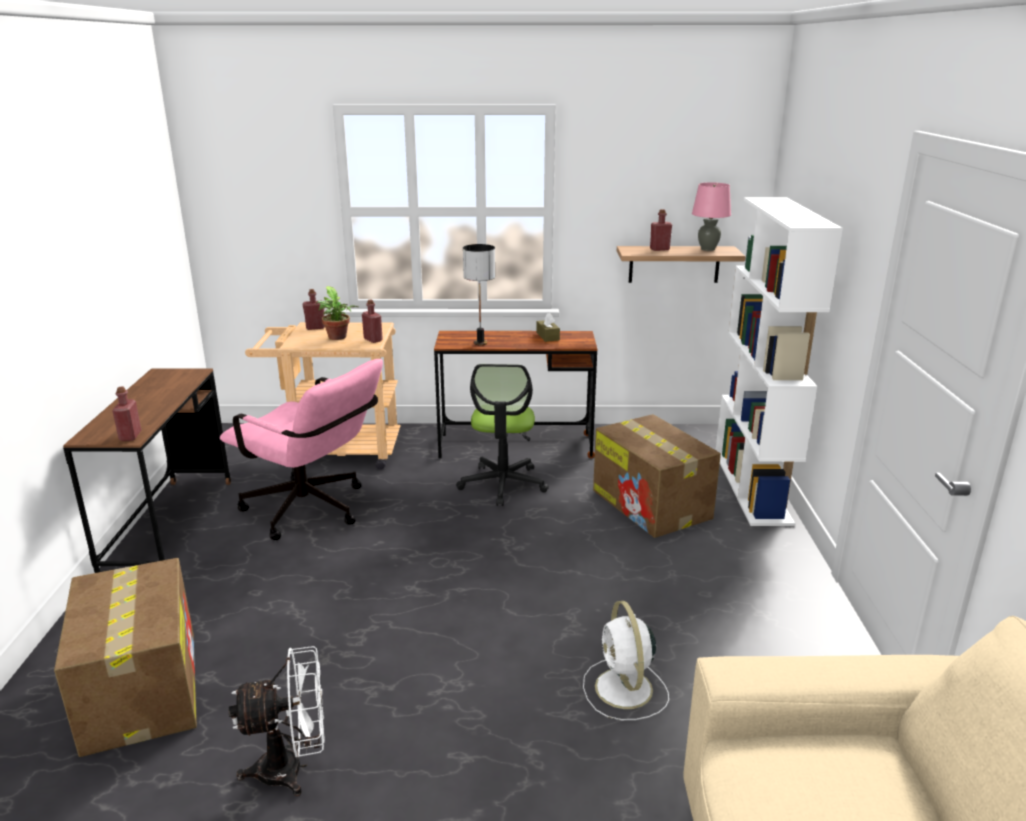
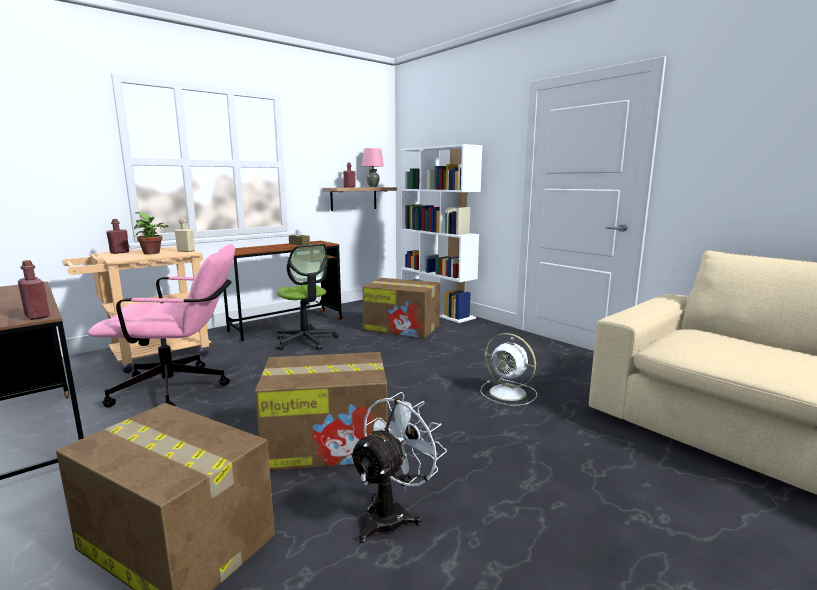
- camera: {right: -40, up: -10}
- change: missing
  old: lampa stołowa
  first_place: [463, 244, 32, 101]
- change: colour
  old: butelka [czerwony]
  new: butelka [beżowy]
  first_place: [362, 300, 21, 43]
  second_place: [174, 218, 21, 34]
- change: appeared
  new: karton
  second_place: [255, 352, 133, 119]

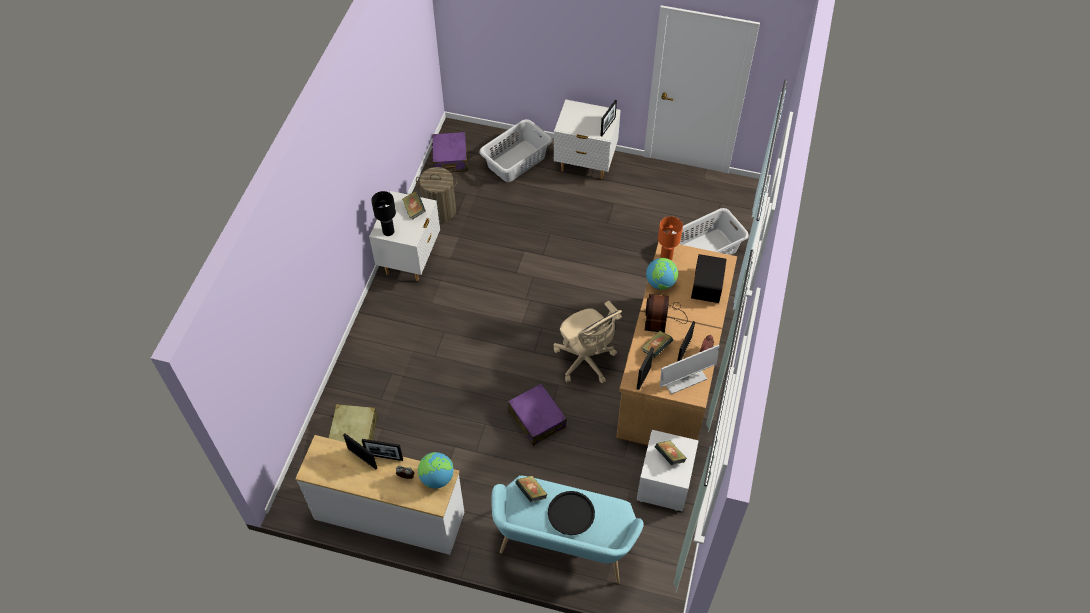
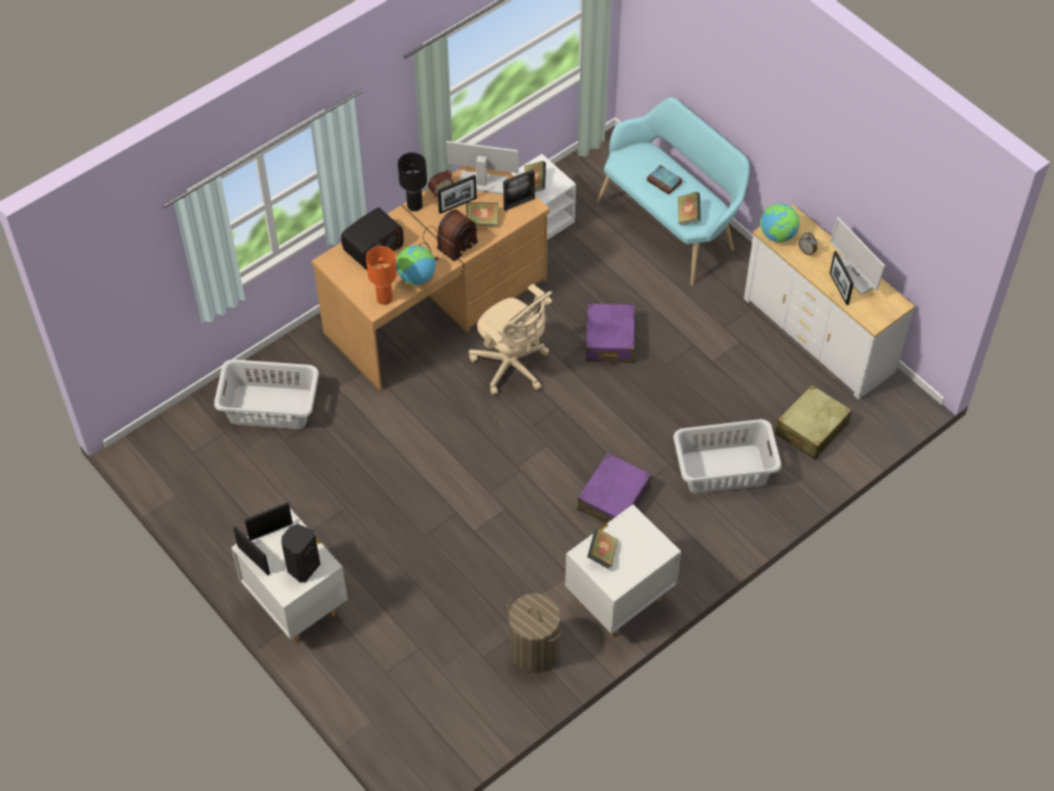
- camera: {right: -145, up: 0}
- change: relocated
  old: kosz na pranie [szary]
  first_place: [479, 119, 74, 63]
  second_place: [673, 419, 108, 75]
- change: relocated
  old: walizka [fioletowy]
  first_place: [431, 132, 37, 40]
  second_place: [577, 453, 74, 70]
- change: relocated
  old: lampa stołowa [czarny]
  first_place: [371, 191, 25, 45]
  second_place: [398, 152, 29, 59]
- change: spun
  old: krzesło biurowe [beżowy]
  first_place: [554, 301, 68, 82]
  second_place: [469, 284, 84, 111]
  degrees: 135
- change: relocated
  old: ramka na zdjęcie
  first_place: [362, 439, 41, 22]
  second_place: [233, 526, 37, 49]
- change: exchanged
  old: taca [czarny]
  new: książka
  first_place: [548, 491, 47, 44]
  second_place: [647, 165, 35, 30]
- change: appeared
  new: monitor
  second_place: [830, 217, 55, 78]
- change: appeared
  new: głośnik [czarny]
  second_place: [281, 524, 39, 59]

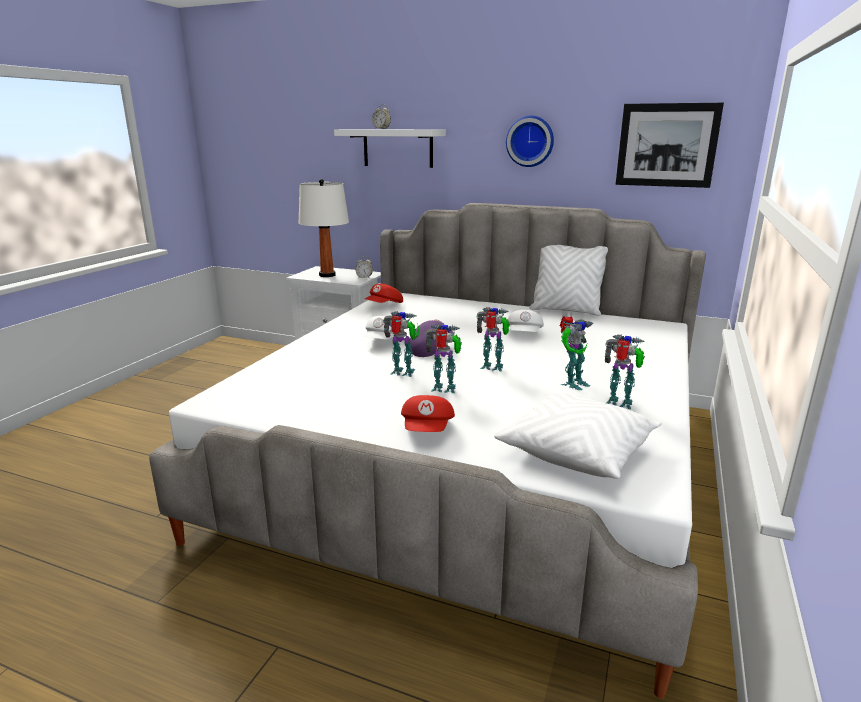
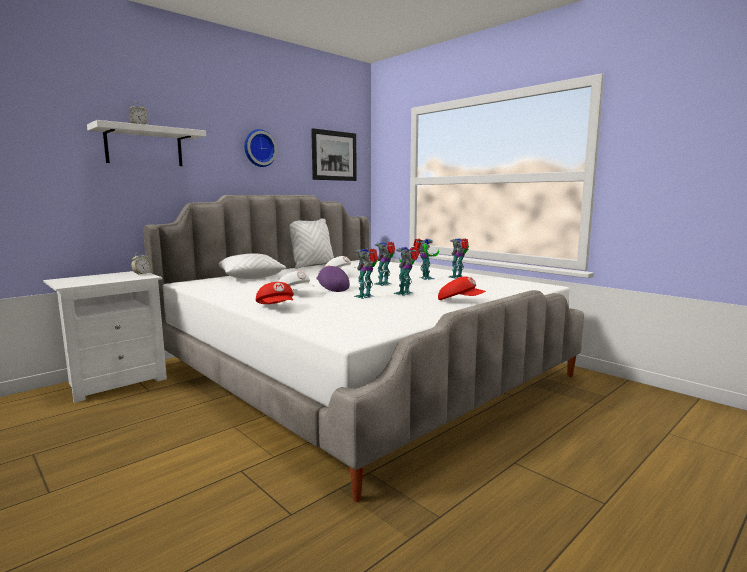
- camera: {right: -65, up: -10}
- change: missing
  old: lampa stołowa [biały]
  first_place: [299, 179, 50, 98]
- change: relocated
  old: czapka z daszkiem [czerwony]
  first_place: [365, 284, 38, 19]
  second_place: [256, 282, 38, 22]
- change: relocated
  old: poduszka [biały]
  first_place: [494, 392, 168, 87]
  second_place: [218, 253, 68, 26]

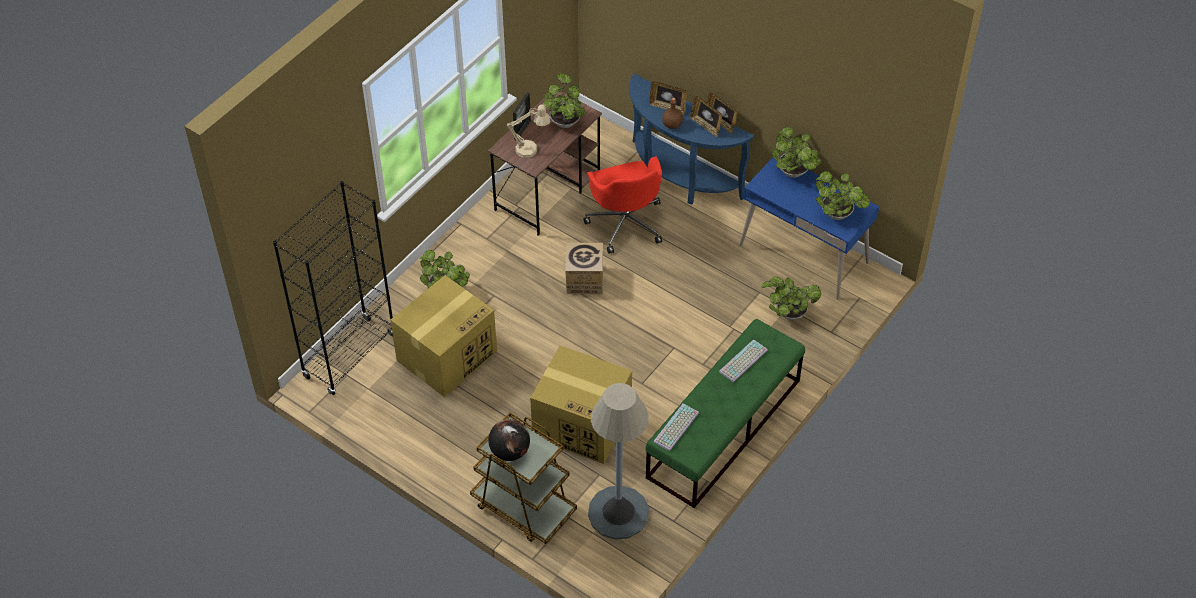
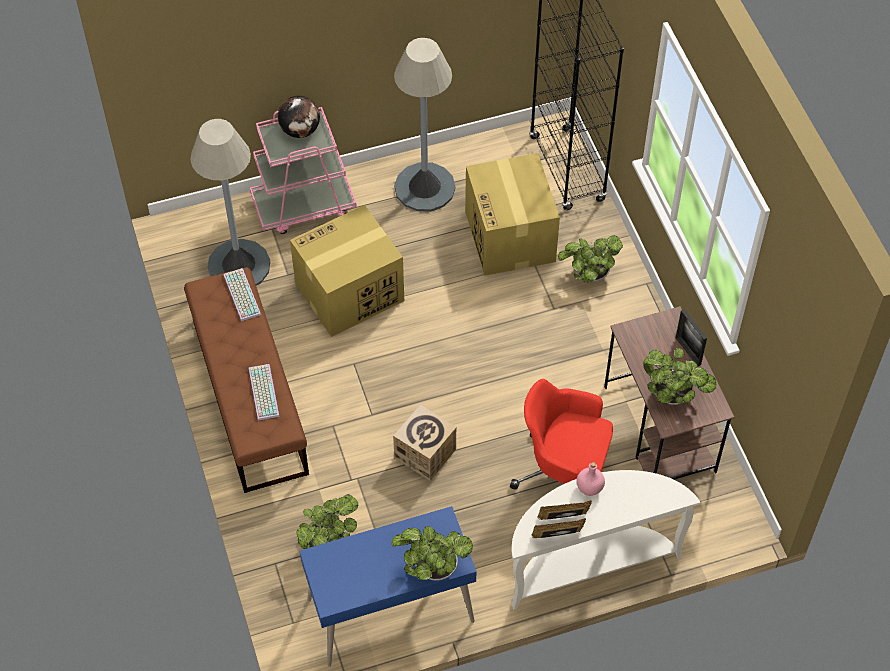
- camera: {right: 125, up: 5}
- change: colour
  old: stolik konsolowy [niebieski]
  new: stolik konsolowy [biały]
  first_place: [629, 74, 125, 131]
  second_place: [511, 470, 189, 140]
- change: missing
  old: ramka na zdjęcie
  first_place: [649, 82, 38, 33]
- change: colour
  old: butelka [brązowy]
  new: butelka [różowy]
  first_place: [662, 98, 21, 31]
  second_place: [576, 462, 29, 34]
- change: missing
  old: lampa stołowa [beżowy]
  first_place: [507, 105, 44, 53]
- change: missing
  old: roślina doniczkowa
  first_place: [816, 171, 54, 49]
- change: relocated
  old: karton
  first_place: [565, 243, 38, 51]
  second_place: [393, 405, 63, 76]
- change: colour
  old: ławka [zielony]
  new: ławka [brązowy]
  first_place: [645, 319, 160, 189]
  second_place: [184, 267, 125, 226]
- change: colour
  old: wózek [brązowy]
  new: wózek [różowy]
  first_place: [470, 412, 107, 132]
  second_place: [250, 107, 107, 127]
- change: appeared
  new: lampa stojąca [szary]
  second_place: [394, 38, 61, 174]

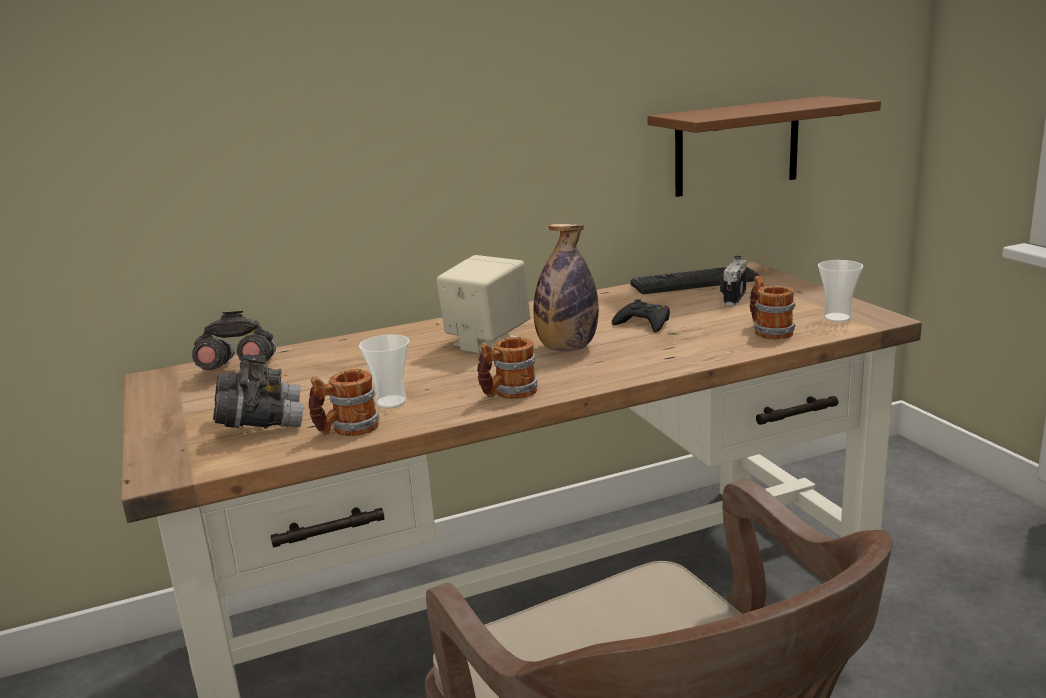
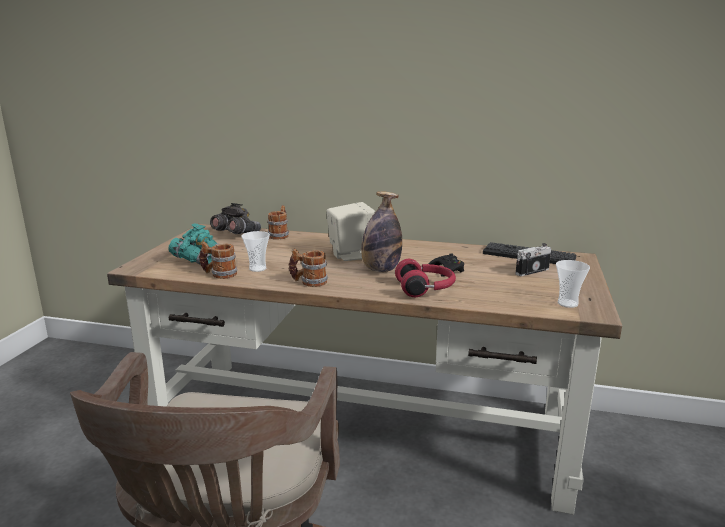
- camera: {right: 35, up: 0}
- change: missing
  old: półka [brązowy]
  first_place: [648, 96, 233, 101]
- change: relocated
  old: kubek
  first_place: [750, 276, 46, 63]
  second_place: [267, 205, 22, 35]
- change: colour
  old: lornetka [szary]
  new: lornetka [turkusowy]
  first_place: [213, 354, 90, 74]
  second_place: [168, 223, 51, 42]
- change: appeared
  new: słuchawki [czerwony]
  second_place: [395, 259, 61, 38]

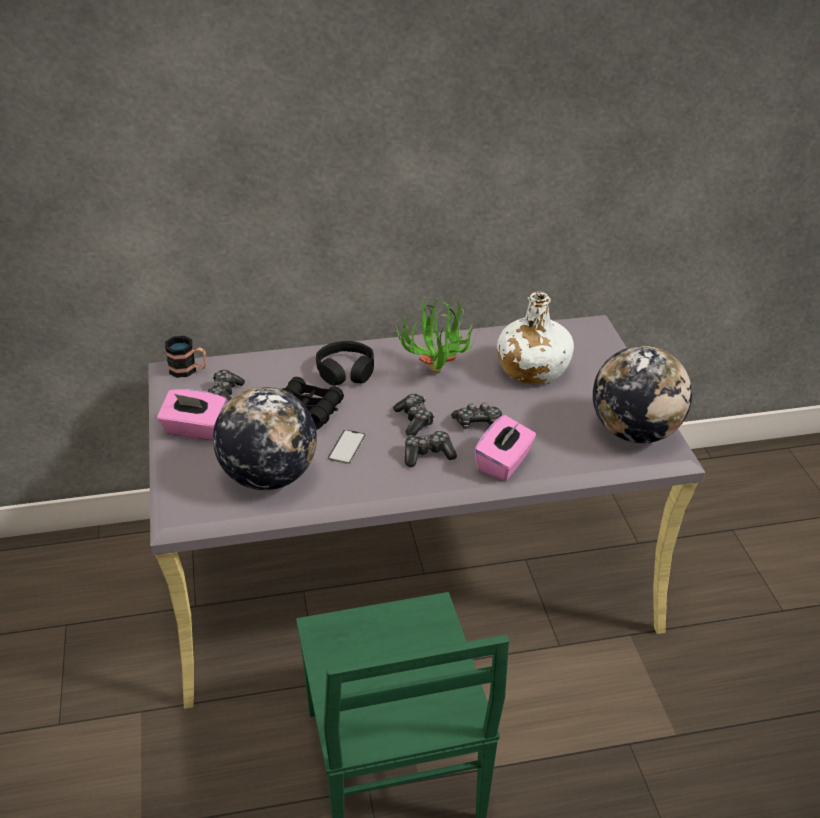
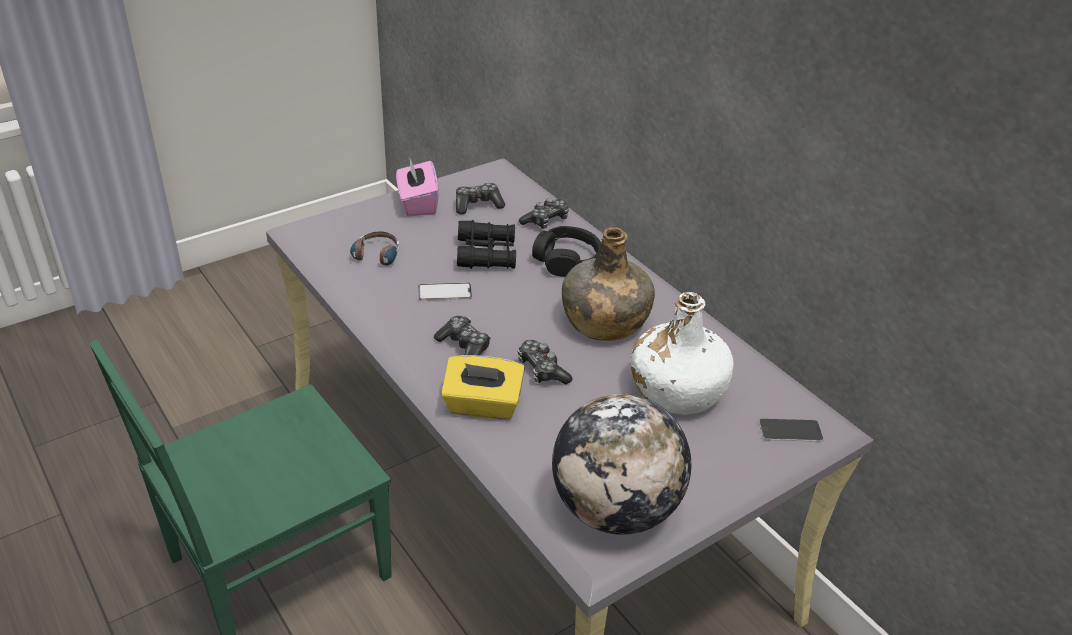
- camera: {right: 65, up: 0}
- change: exchanged
  old: roślina doniczkowa
  new: butelka [zielony]
  first_place: [396, 297, 82, 76]
  second_place: [562, 227, 93, 114]
- change: missing
  old: kubek
  first_place: [165, 336, 41, 42]
- change: exchanged
  old: globus
  new: słuchawki
  first_place: [213, 387, 104, 103]
  second_place: [349, 232, 50, 34]
- change: relocated
  old: pad do gier
  first_place: [393, 394, 41, 42]
  second_place: [519, 198, 50, 31]
- change: colour
  old: pudełko chusteczek [różowy]
  new: pudełko chusteczek [żółty]
  first_place: [474, 415, 62, 66]
  second_place: [441, 355, 84, 65]
- change: appeared
  new: telefon
  second_place: [759, 419, 65, 23]

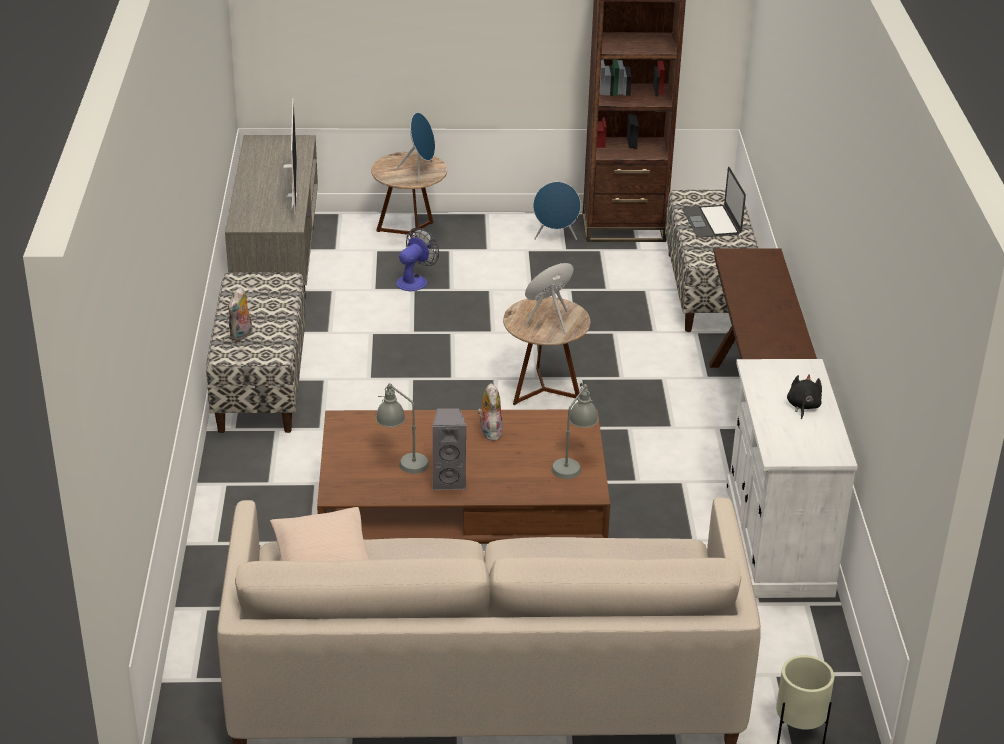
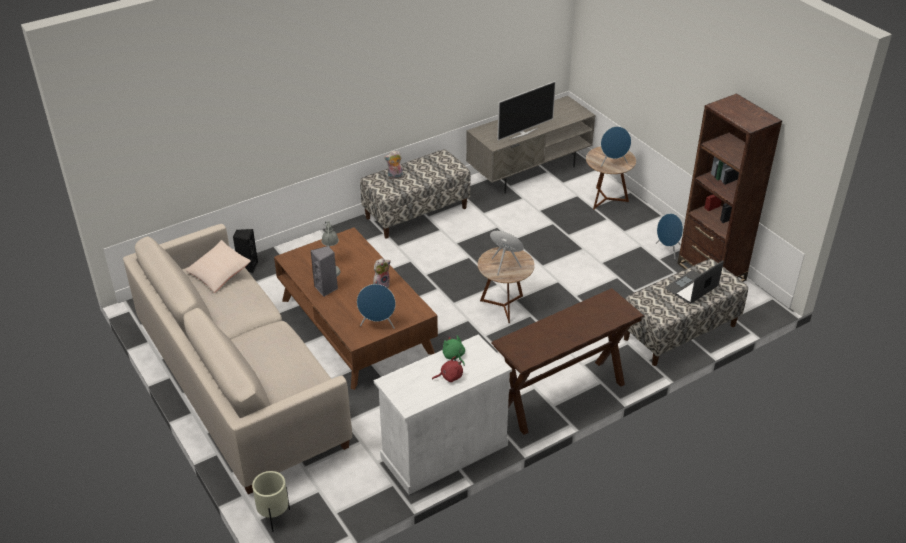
- camera: {right: 60, up: 5}
- change: missing
  old: wentylator
  first_place: [396, 228, 43, 63]
- change: colour
  old: pluszak [czarny]
  new: pluszak [czerwony]
  first_place: [787, 374, 35, 46]
  second_place: [432, 356, 31, 26]
- change: exchanged
  old: lampa stołowa [szary]
  new: głośnik [niebieski]
  first_place: [551, 383, 47, 96]
  second_place: [357, 284, 39, 45]
- change: appeared
  new: głośnik [czarny]
  second_place: [233, 229, 25, 44]
- change: appeared
  new: pluszak [zielony]
  second_place: [442, 335, 23, 31]

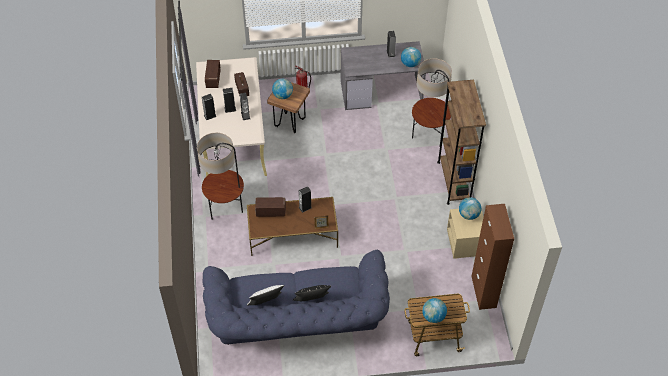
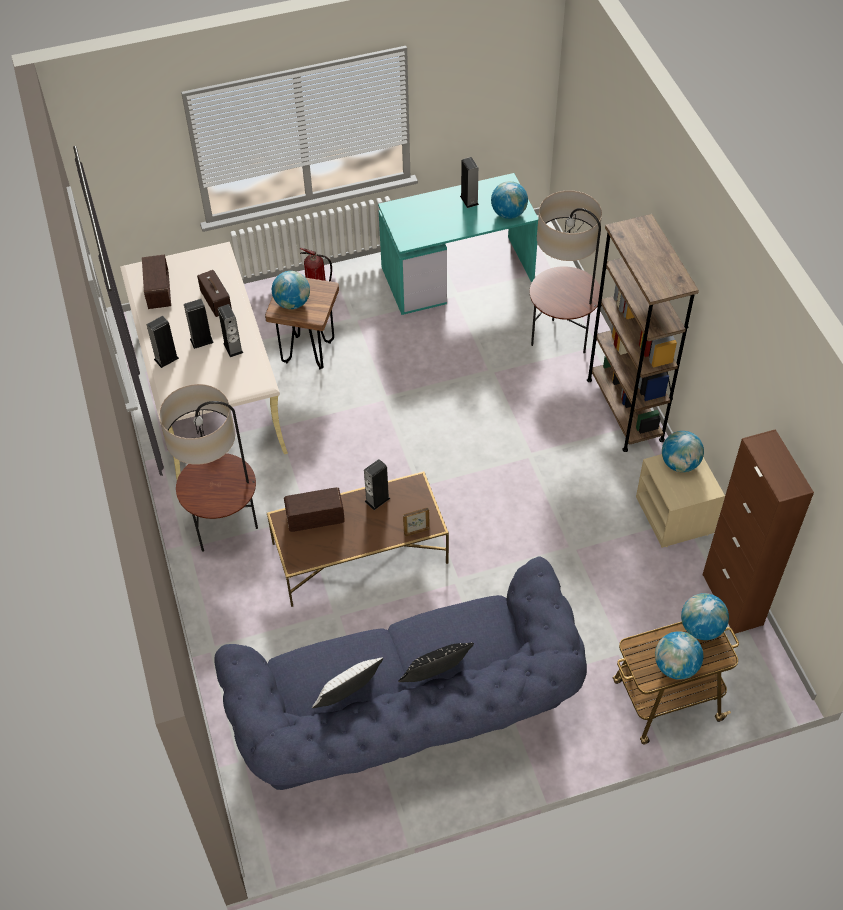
- camera: {right: -10, up: 0}
- change: colour
  old: biurko [szary]
  new: biurko [turkusowy]
  first_place: [341, 41, 85, 69]
  second_place: [378, 173, 160, 142]
- change: appeared
  new: globus
  second_place: [681, 593, 48, 47]

